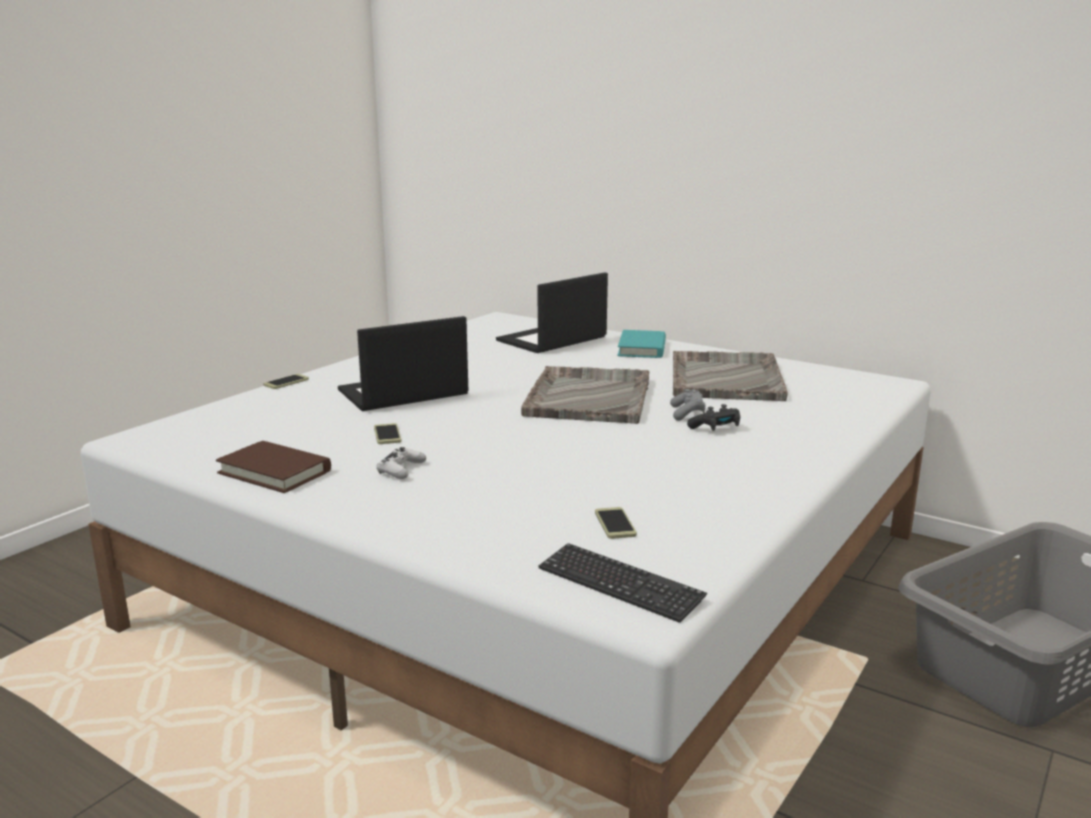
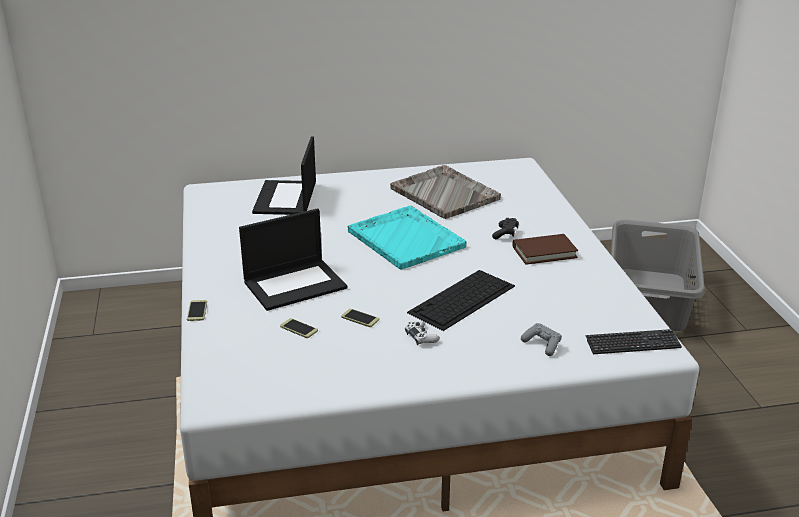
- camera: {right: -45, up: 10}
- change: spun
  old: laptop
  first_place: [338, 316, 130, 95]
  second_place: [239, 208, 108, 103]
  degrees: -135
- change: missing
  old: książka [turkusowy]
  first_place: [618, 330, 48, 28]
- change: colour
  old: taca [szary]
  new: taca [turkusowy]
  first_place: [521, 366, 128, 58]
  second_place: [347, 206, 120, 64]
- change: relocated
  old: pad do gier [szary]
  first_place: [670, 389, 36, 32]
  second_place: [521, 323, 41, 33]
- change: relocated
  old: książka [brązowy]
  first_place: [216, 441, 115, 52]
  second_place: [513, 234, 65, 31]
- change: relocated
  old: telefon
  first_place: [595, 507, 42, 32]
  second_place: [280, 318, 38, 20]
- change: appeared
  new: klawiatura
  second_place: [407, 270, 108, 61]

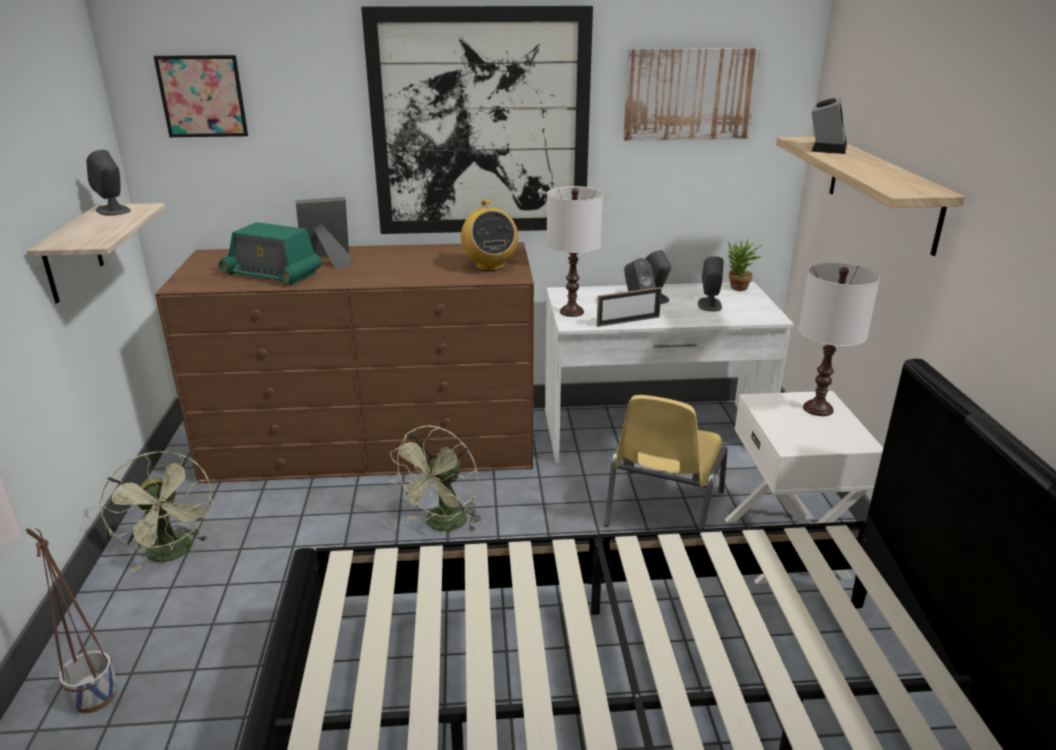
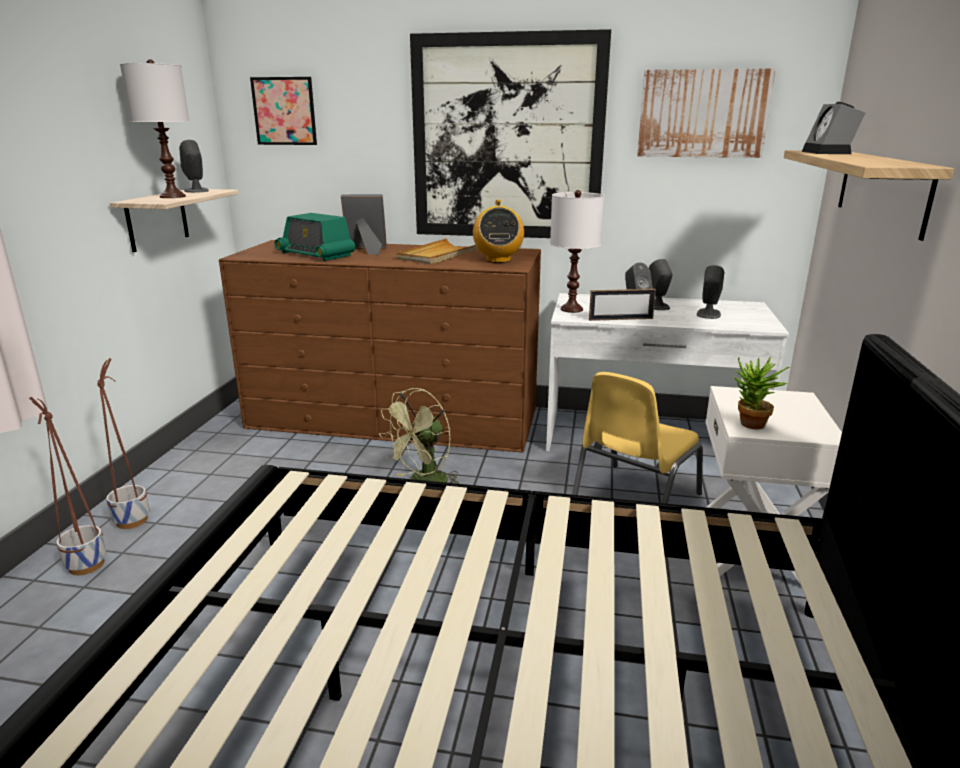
- camera: {right: 15, up: -5}
- change: spun
  old: budzik
  first_place: [811, 98, 36, 56]
  second_place: [801, 102, 64, 52]
  degrees: 150
- change: relocated
  old: roślina doniczkowa
  first_place: [728, 239, 34, 52]
  second_place: [734, 357, 56, 72]
- change: relocated
  old: lampa stołowa [biały]
  first_place: [798, 262, 82, 154]
  second_place: [120, 59, 69, 139]
- change: missing
  old: wentylator [zielony]
  first_place: [100, 451, 114, 121]
- change: appeared
  new: taca [beżowy]
  second_place: [397, 238, 81, 26]
- change: appeared
  new: donica
  second_place: [97, 358, 53, 171]

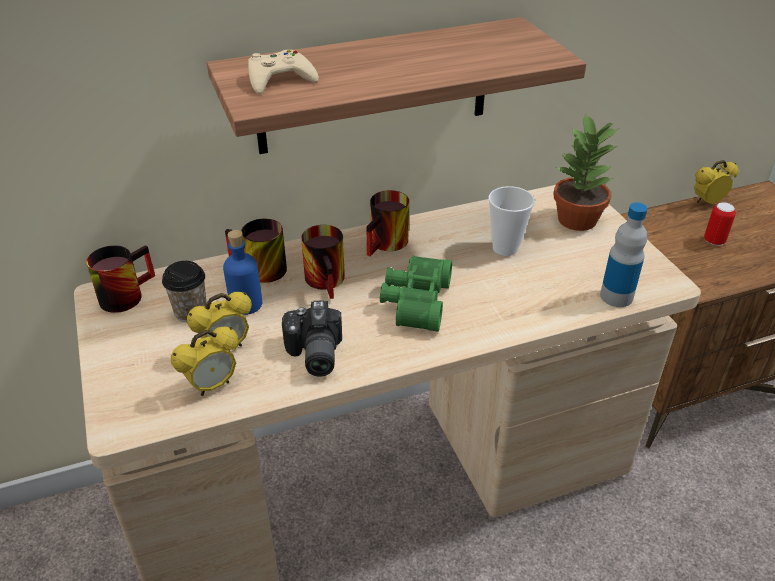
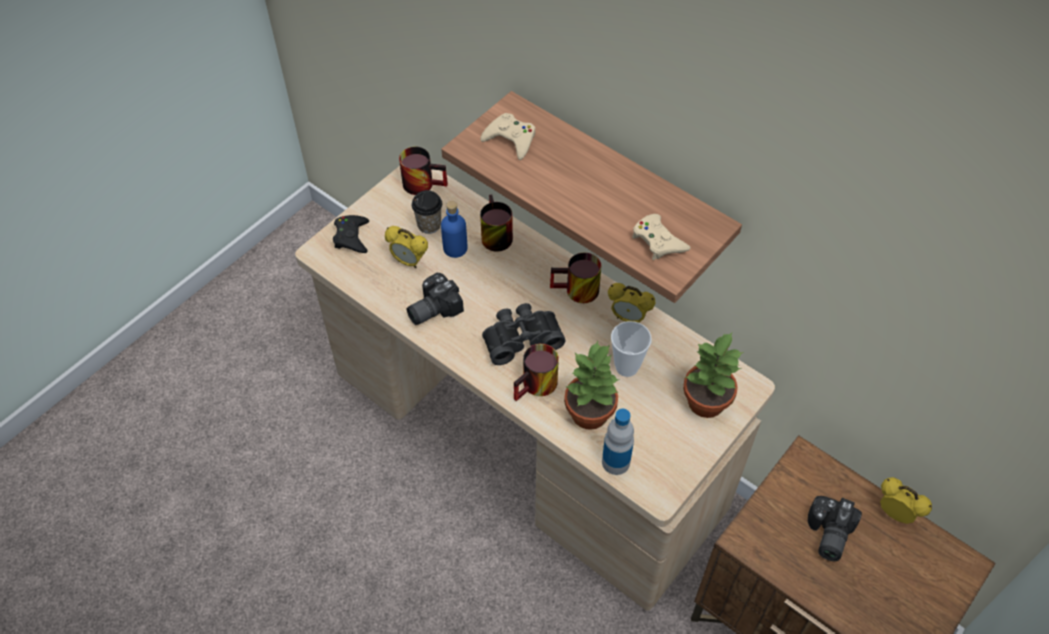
- camera: {right: 60, up: 15}
- change: exchanged
  old: puszka
  new: aparat fotograficzny
  first_place: [704, 202, 32, 44]
  second_place: [808, 496, 54, 65]
- change: relocated
  old: kubek
  first_place: [301, 225, 44, 74]
  second_place: [514, 344, 45, 57]
- change: colour
  old: lornetka [zielony]
  new: lornetka [czarny]
  first_place: [380, 256, 72, 76]
  second_place: [482, 303, 84, 62]
- change: relocated
  old: budzik
  first_place: [171, 327, 67, 69]
  second_place: [608, 283, 48, 40]
- change: appeared
  new: pad do gier [beżowy]
  second_place: [632, 214, 59, 46]
- change: appeared
  new: pad do gier [czarny]
  second_place: [333, 215, 36, 38]
- change: appeared
  new: roślina doniczkowa
  second_place: [564, 341, 55, 89]

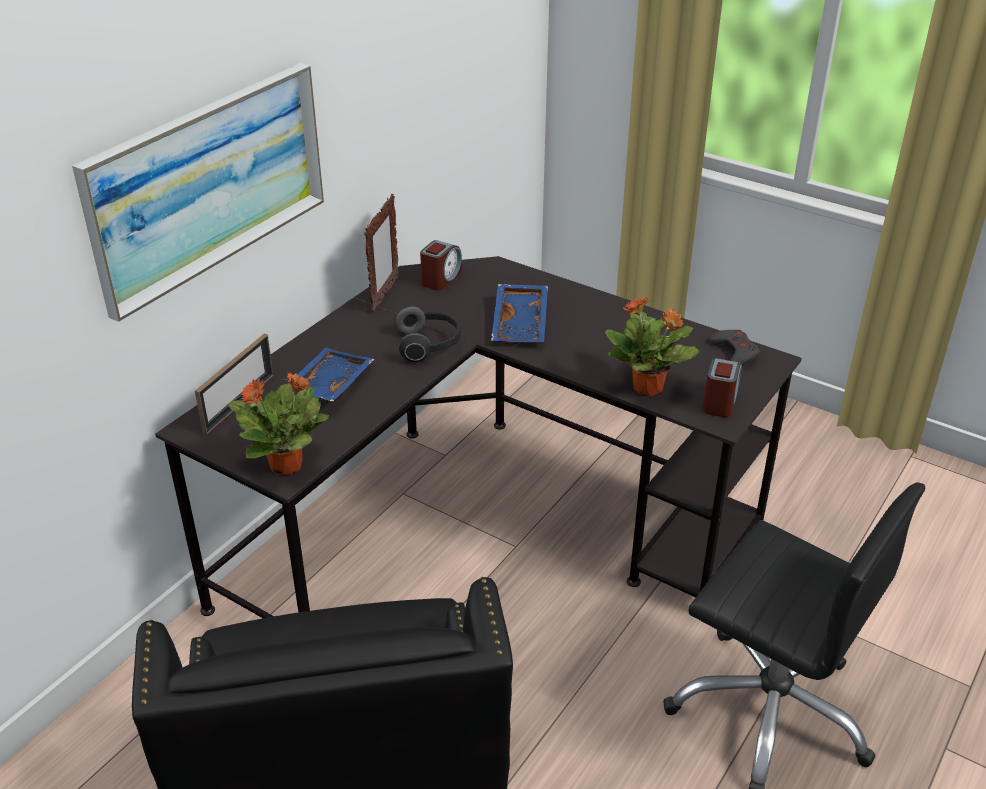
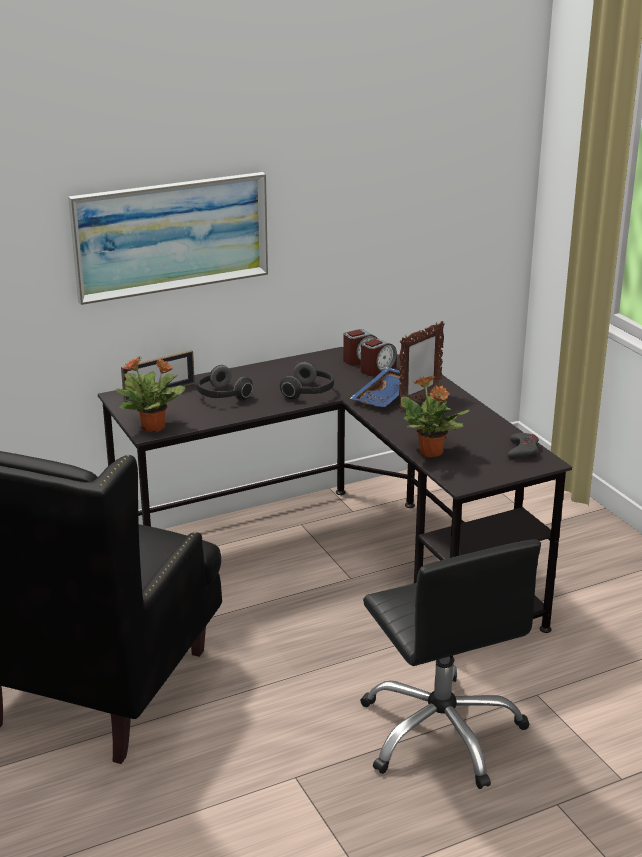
- camera: {right: 30, up: -10}
- change: relocated
  old: ramka na zdjęcie
  first_place: [364, 194, 35, 118]
  second_place: [399, 321, 46, 88]
- change: exchanged
  old: taca [niebieski]
  new: słuchawki
  first_place: [287, 347, 87, 54]
  second_place: [197, 365, 56, 36]
- change: relocated
  old: budzik
  first_place: [703, 358, 39, 59]
  second_place: [361, 338, 36, 38]

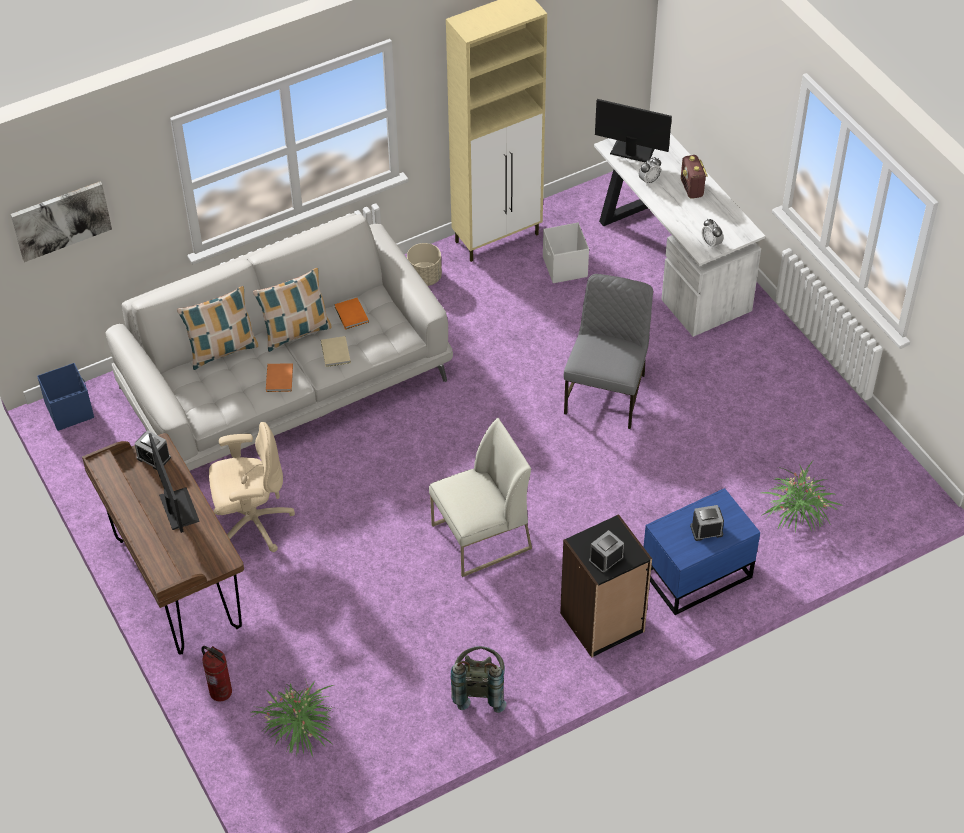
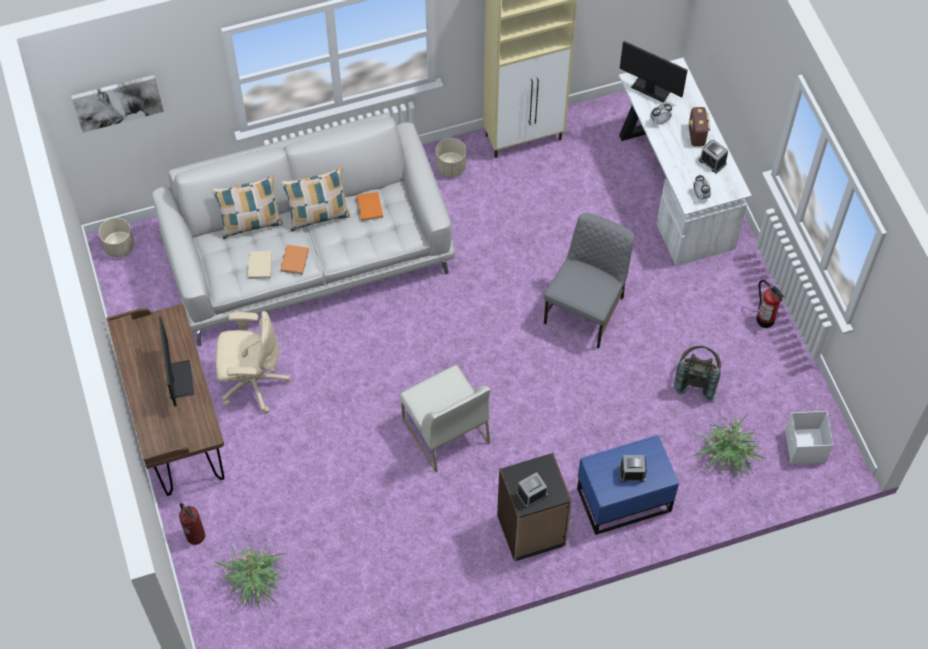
- camera: {right: 10, up: 10}
- change: relocated
  old: pojemnik do przechowywania [biały]
  first_place: [543, 223, 46, 60]
  second_place: [785, 411, 48, 53]
- change: relocated
  old: książka [beżowy]
  first_place: [321, 336, 30, 31]
  second_place: [248, 251, 24, 28]
- change: exchanged
  old: pojemnik do przechowywania [niebieski]
  new: donica [beżowy]
  first_place: [37, 363, 57, 68]
  second_place: [99, 218, 35, 40]
- change: spun
  old: krzesło [biały]
  first_place: [429, 418, 103, 159]
  second_place: [399, 365, 91, 107]
  degrees: 75
- change: relocated
  old: budzik
  first_place: [135, 430, 36, 40]
  second_place: [699, 139, 29, 34]
- change: relocated
  old: plecak [szary]
  first_place: [451, 646, 56, 67]
  second_place: [674, 345, 47, 56]
- change: appeared
  new: gaśnica
  second_place: [756, 280, 28, 48]

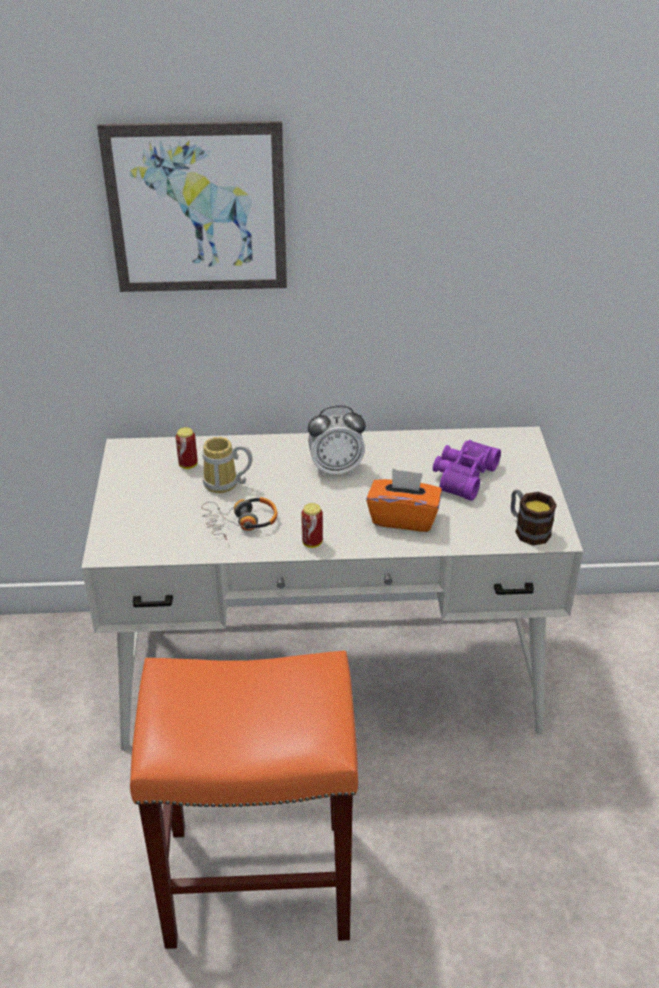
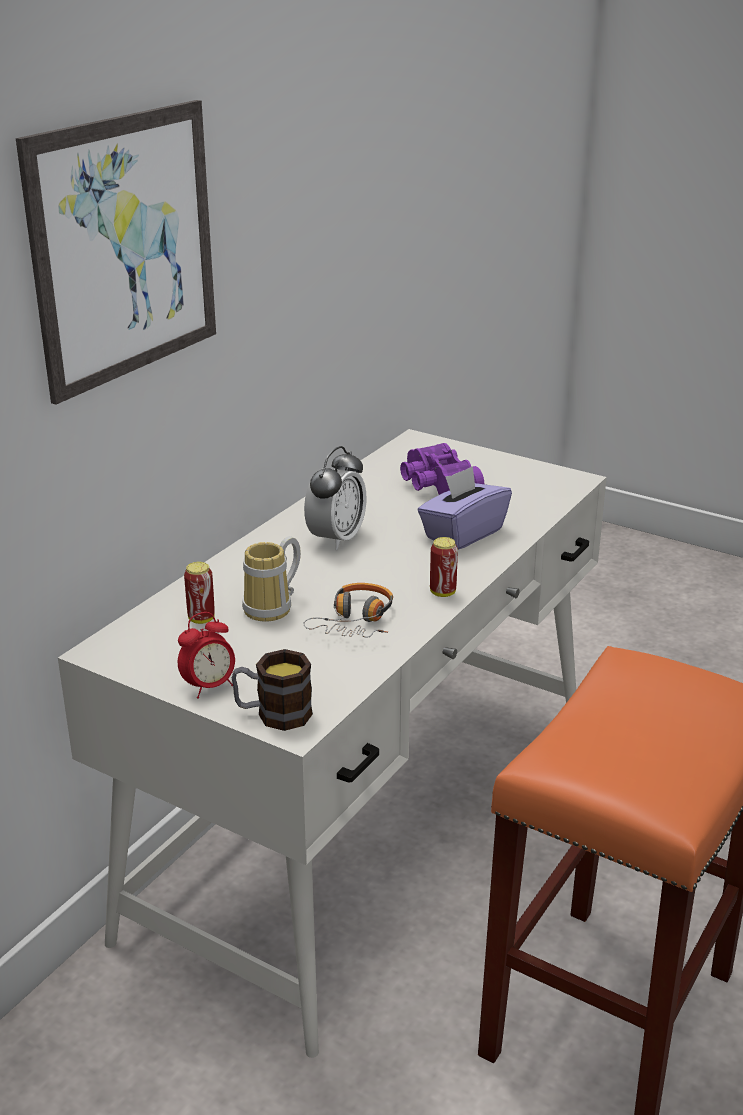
- camera: {right: -55, up: -10}
- change: colour
  old: pudełko chusteczek [pomarańczowy]
  new: pudełko chusteczek [fioletowy]
  first_place: [366, 468, 76, 64]
  second_place: [418, 466, 94, 84]
- change: relocated
  old: kubek
  first_place: [511, 490, 46, 55]
  second_place: [232, 649, 81, 82]
- change: appeared
  new: budzik
  second_place: [178, 612, 57, 87]

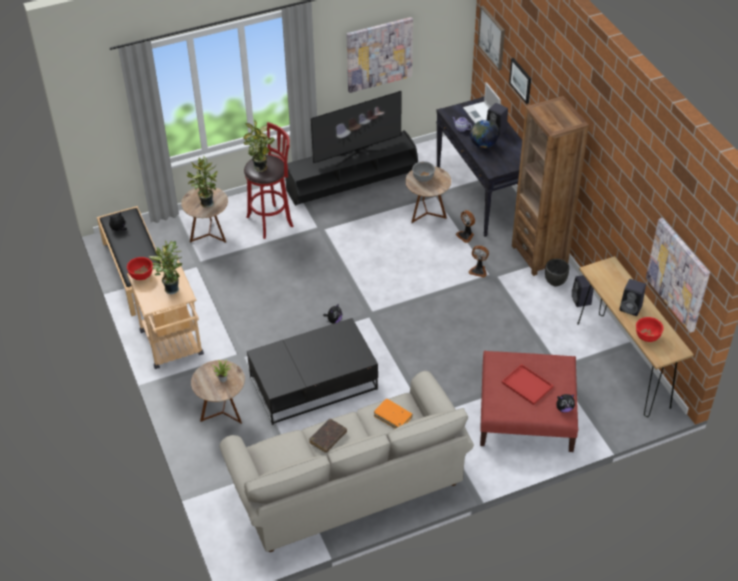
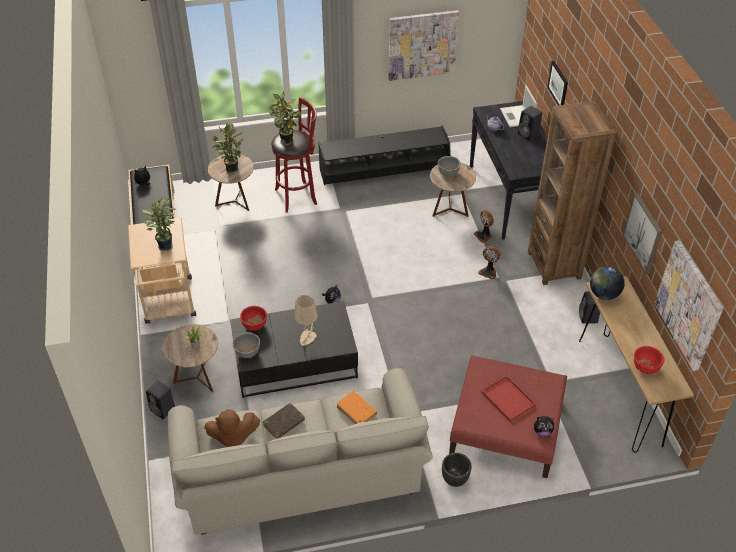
- camera: {right: 10, up: 0}
- change: relocated
  old: obraz
  first_place: [478, 6, 27, 64]
  second_place: [623, 193, 39, 81]
- change: missing
  old: telewizor
  first_place: [311, 91, 91, 76]
- change: relocated
  old: globus
  first_place: [470, 120, 28, 28]
  second_place: [590, 266, 35, 34]
- change: relocated
  old: miska [czerwony]
  first_place: [127, 257, 26, 23]
  second_place: [240, 306, 27, 25]
- change: relocated
  old: donica [czarny]
  first_place: [545, 259, 25, 27]
  second_place: [442, 453, 30, 34]
- change: relocated
  old: głośnik [czarny]
  first_place: [619, 279, 27, 37]
  second_place: [146, 381, 29, 38]
- change: appeared
  new: lampa stołowa [beżowy]
  second_place: [294, 295, 24, 51]
- change: appeared
  new: miska [szary]
  second_place: [233, 332, 27, 26]
- change: appeared
  new: pluszak [brązowy]
  second_place: [204, 409, 56, 38]

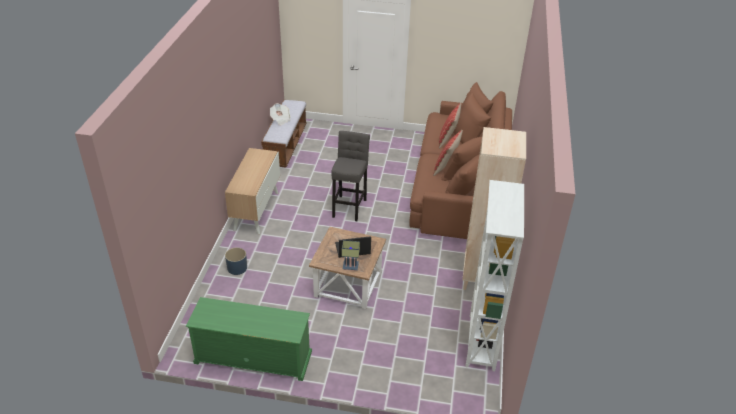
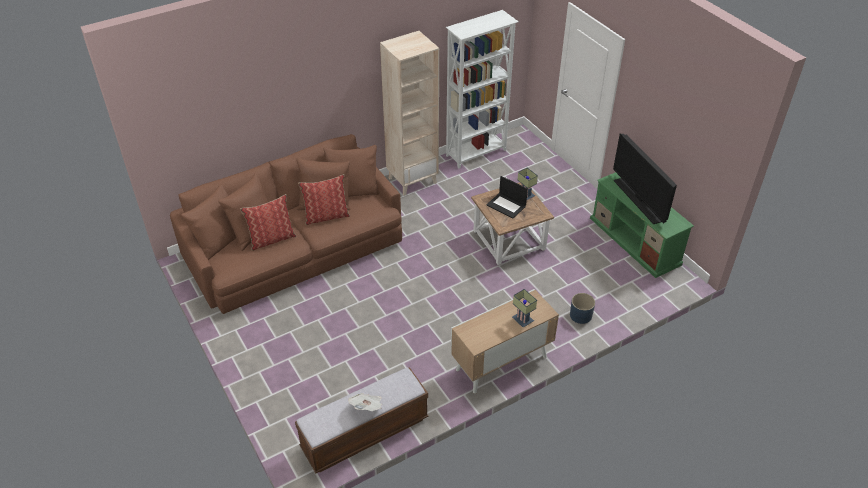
- camera: {right: -130, up: 5}
- change: missing
  old: stołek [szary]
  first_place: [331, 131, 39, 90]
- change: appeared
  new: telewizor
  second_place: [613, 134, 64, 90]
- change: appeared
  new: lampa stołowa
  second_place: [512, 289, 25, 38]

